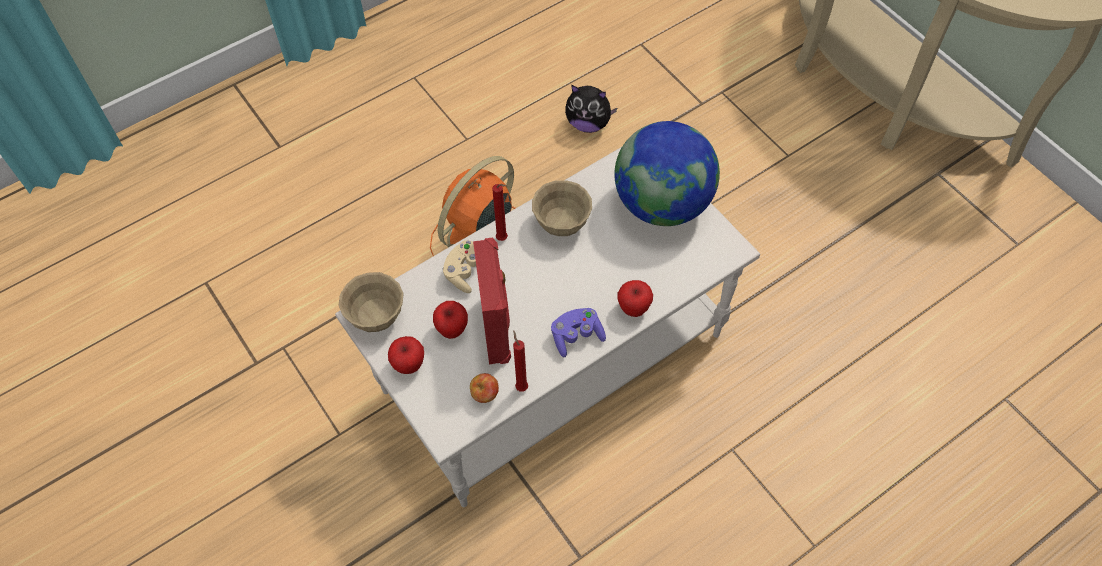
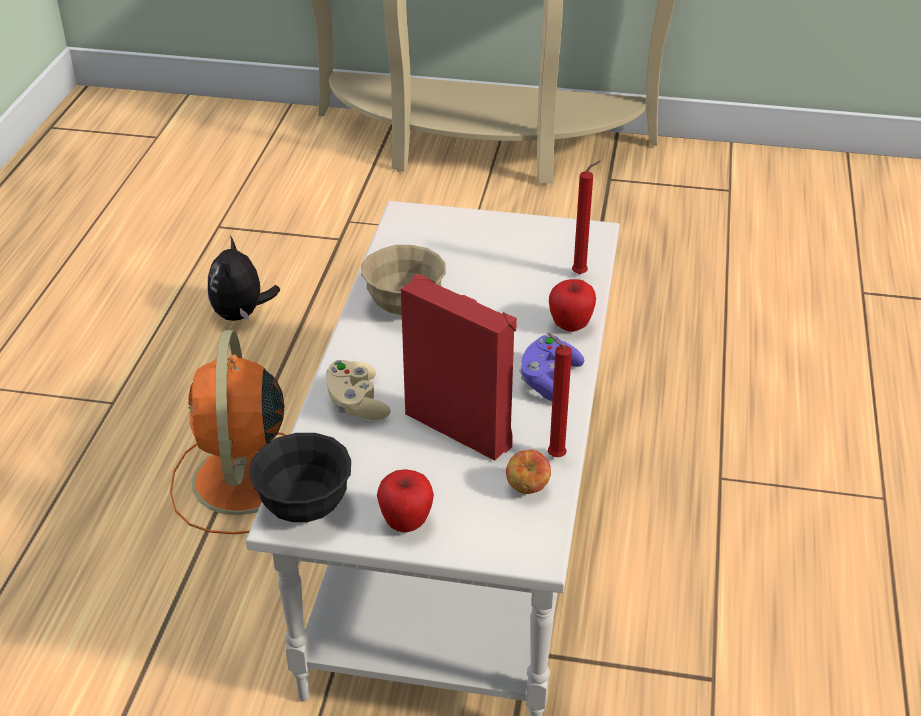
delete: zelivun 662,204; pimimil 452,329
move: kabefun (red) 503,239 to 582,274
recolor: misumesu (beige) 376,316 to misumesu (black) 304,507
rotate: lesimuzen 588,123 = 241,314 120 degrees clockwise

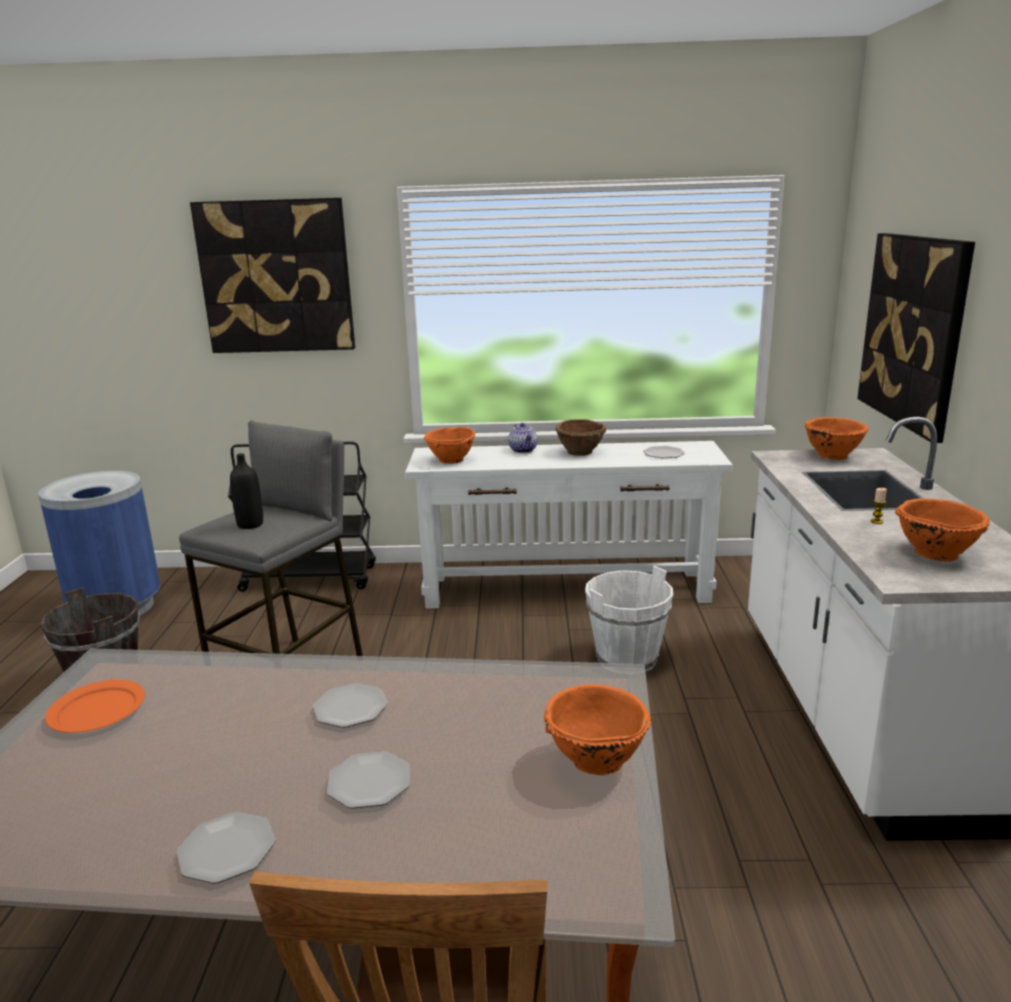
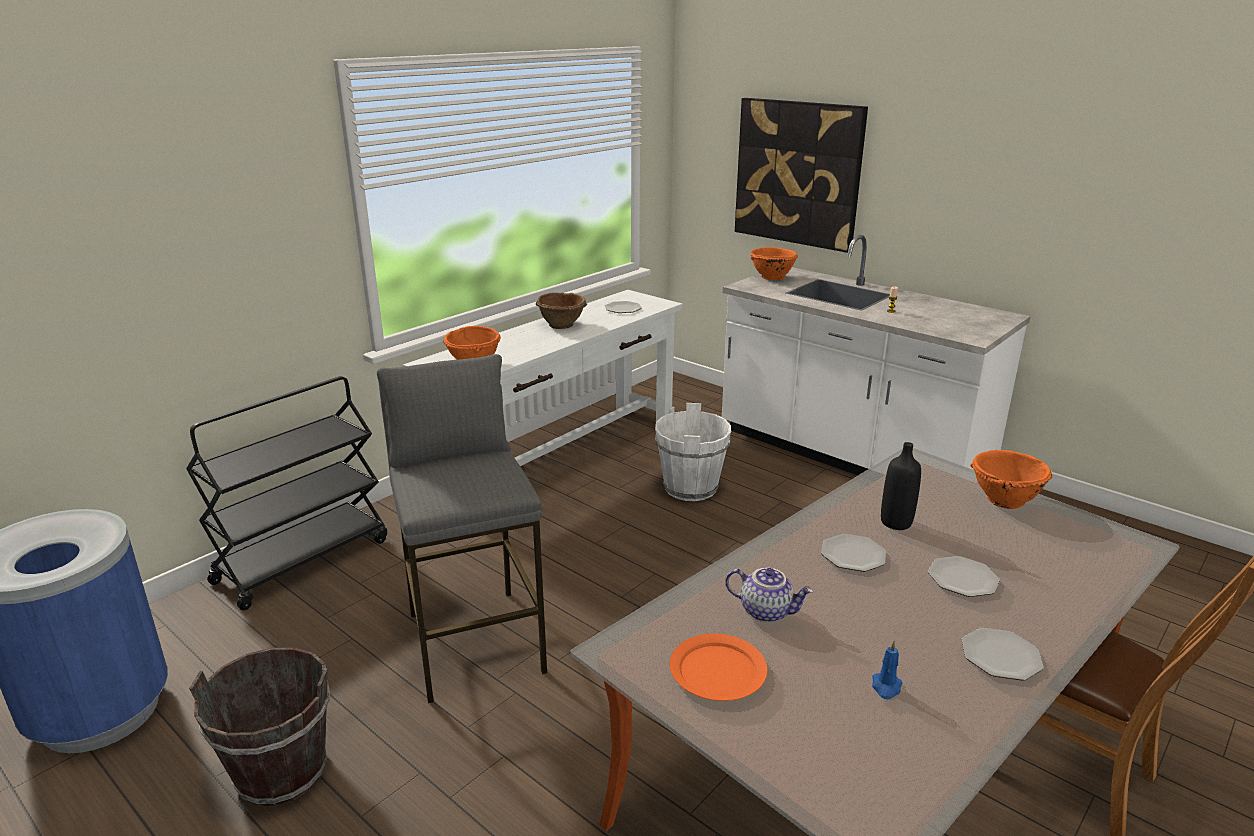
delete: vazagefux 276,277; misumesu (orange) 935,553
insert: kabefun (blue) 886,687
move: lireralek 524,450 to 767,611; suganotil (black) 250,524 to 896,522

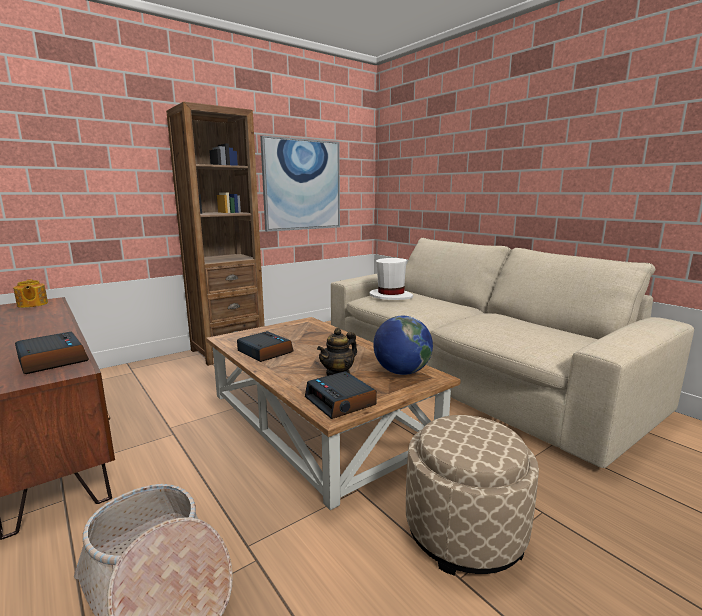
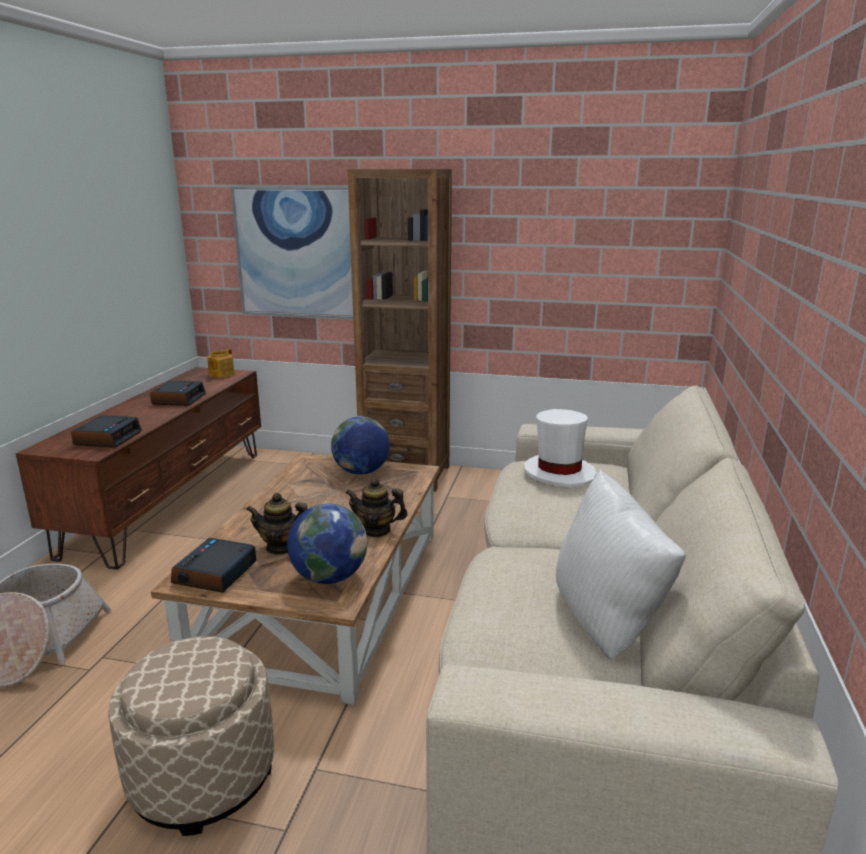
insert: zelivun 361,472; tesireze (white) 607,624; lireralek 376,530
move: vazagefux 302,185 to 296,253; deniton 264,352 to 178,399

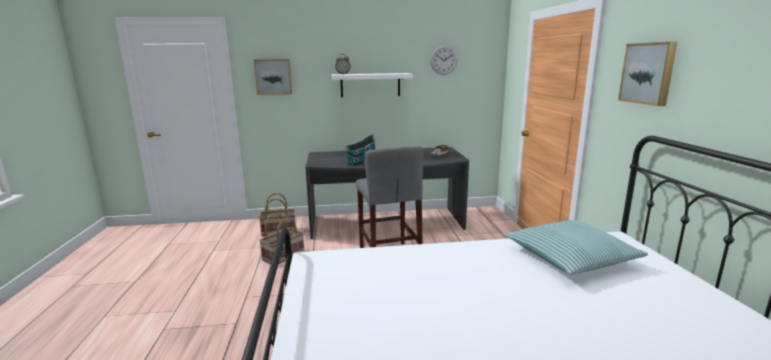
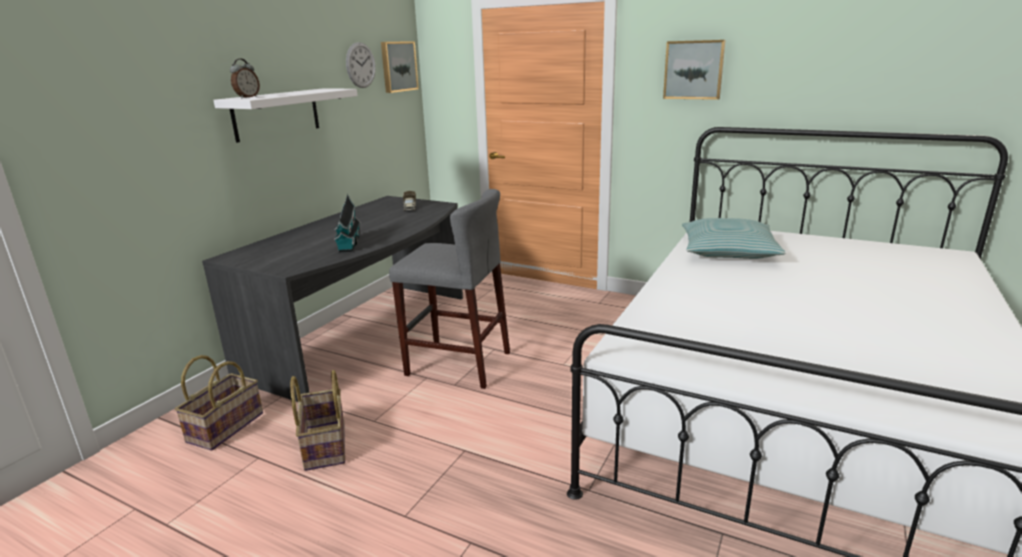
move: vazagefux 273,77 to 398,66

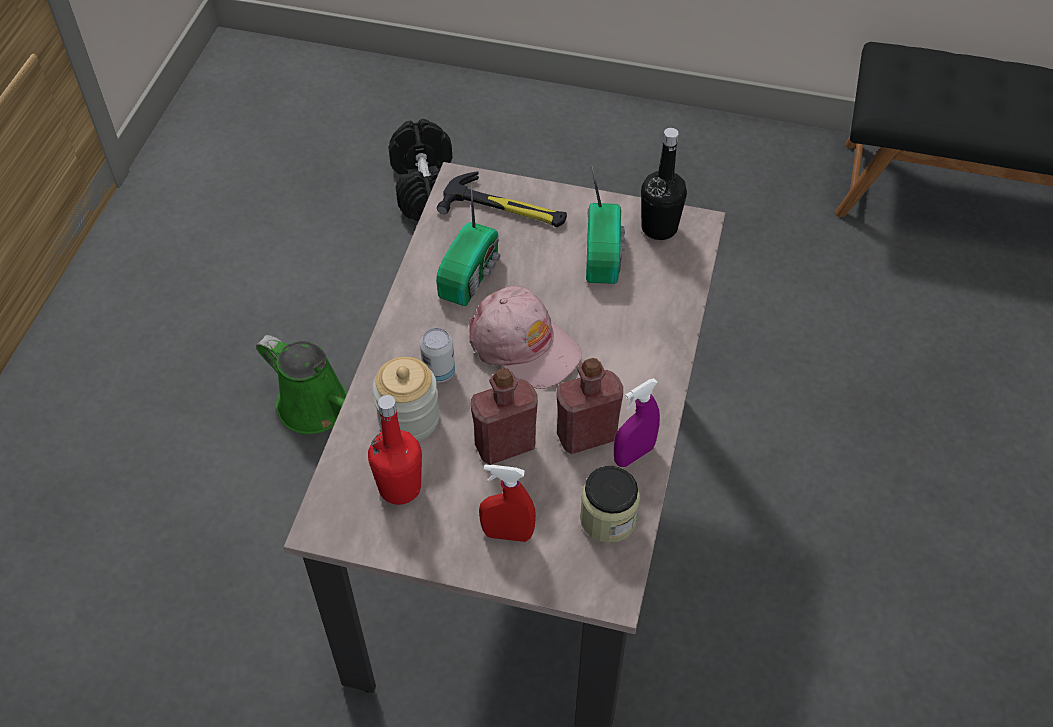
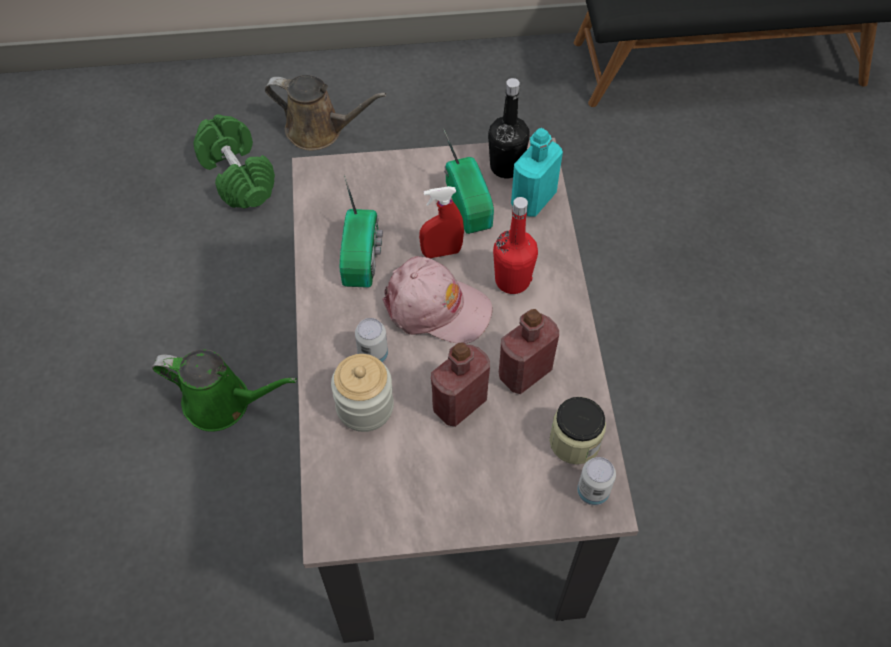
delete: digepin 505,208; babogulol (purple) 634,454
insert: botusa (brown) 319,130; suganotil (turquoise) 533,199; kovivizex 592,492
move: suganotil (red) 400,487 to 512,280; babogulol (red) 507,534 to 441,252
recolor: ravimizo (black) 426,188 to ravimizo (green) 238,175

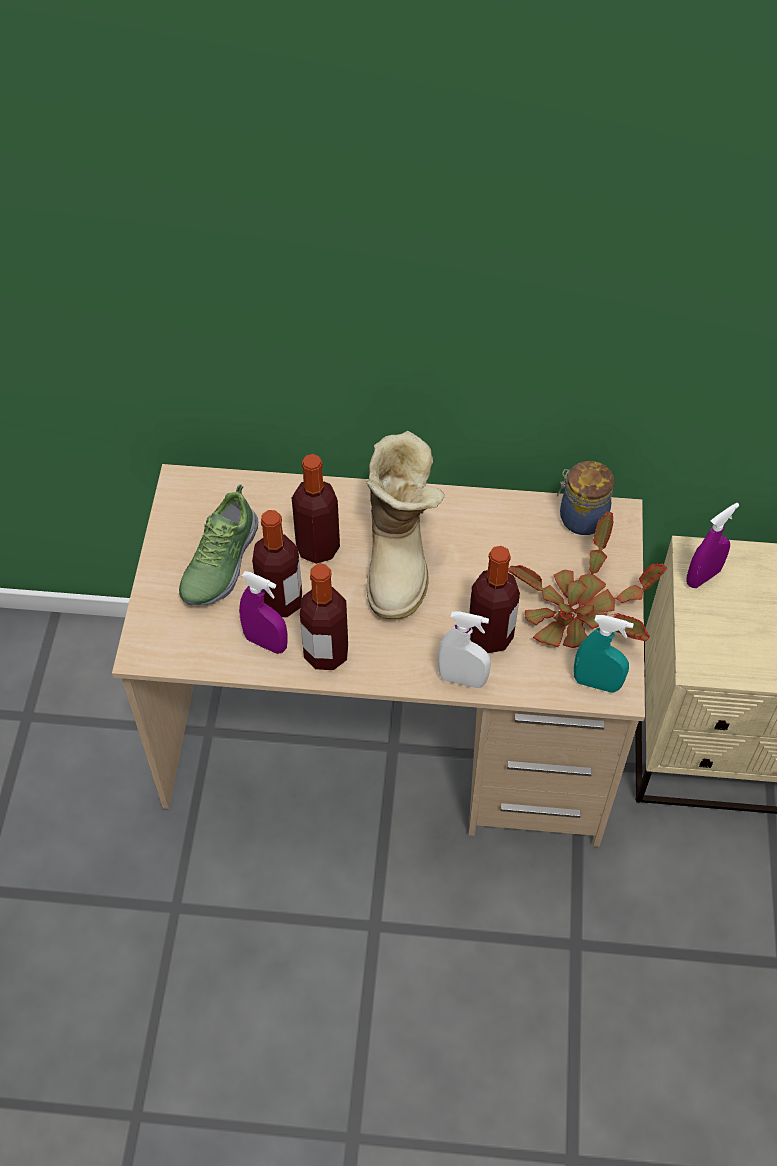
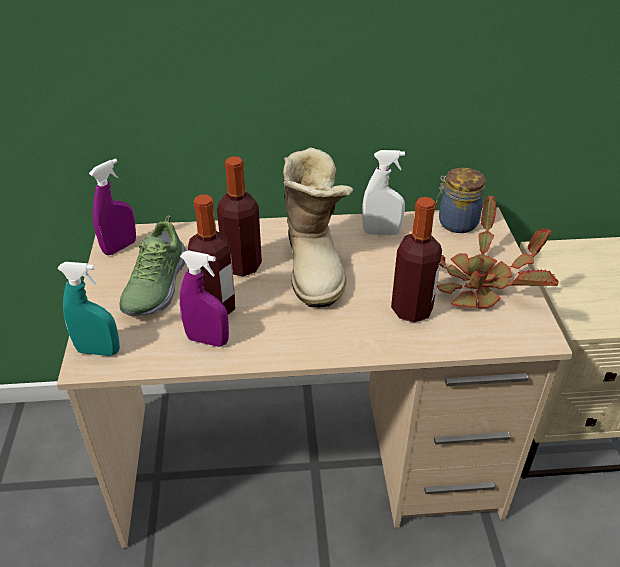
delete: suganotil 326,653
move: babogulol (purple) 703,577 to 120,247; babogulol (white) 462,679 to 381,232; babogulol (turquoise) 596,683 to 98,351

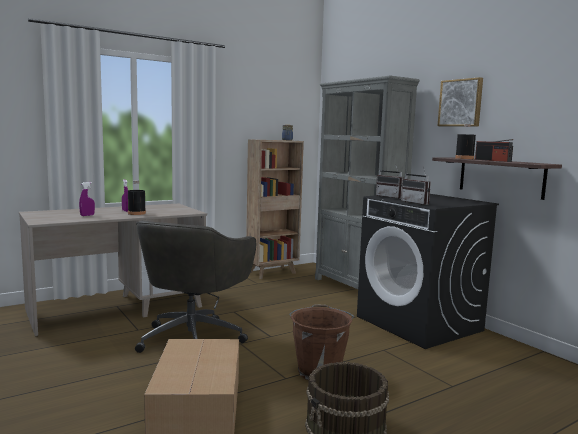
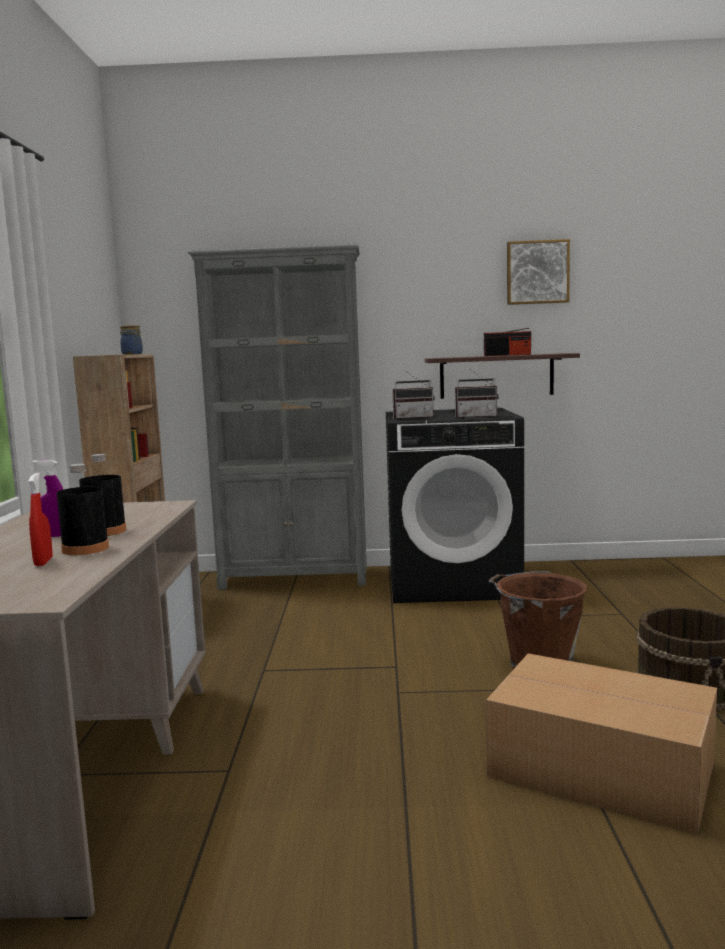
delete: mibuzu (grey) 193,338
move: vazagefux 461,103 to 537,272; suganotil (black) 464,158 to 85,549
recolor: babogulol (purple) 87,215 to babogulol (red) 43,562

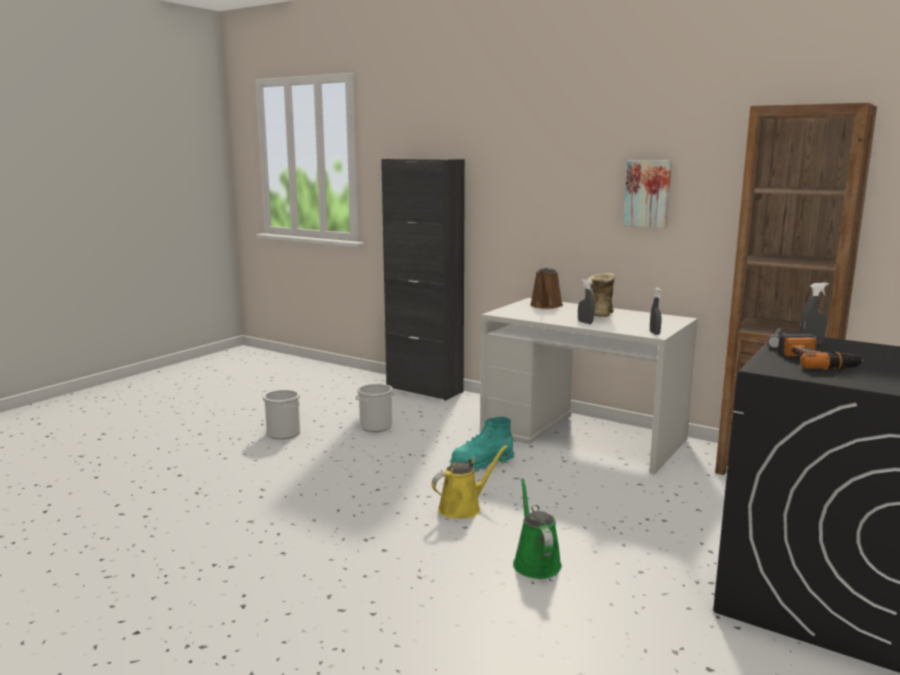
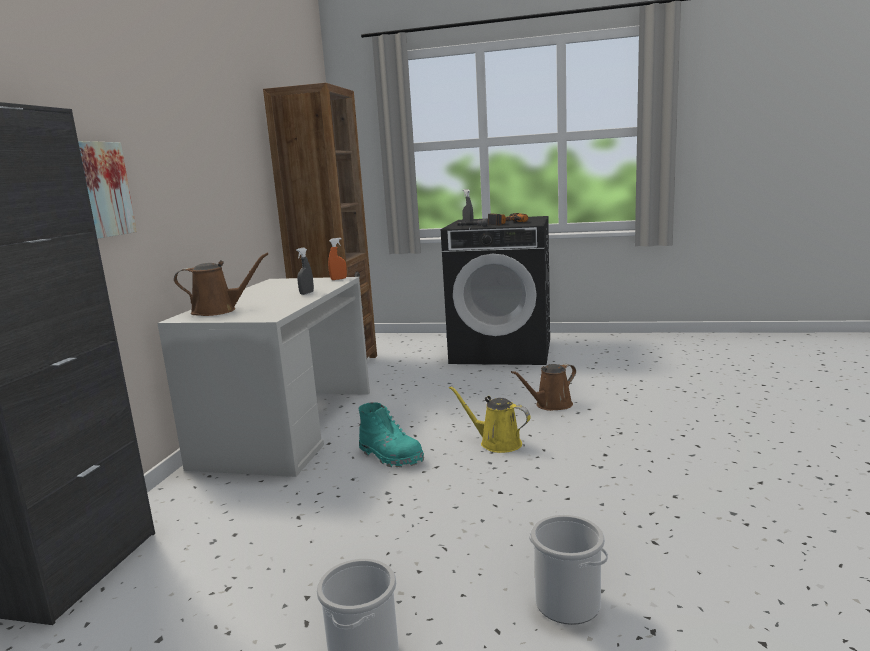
delete: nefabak 600,315
move: vazagefux 648,193 to 100,189; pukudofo 376,426 to 566,603
recolor: babogulol (grey) 654,333 to babogulol (orange) 338,279; botusa (green) 535,562 to botusa (brown) 551,405

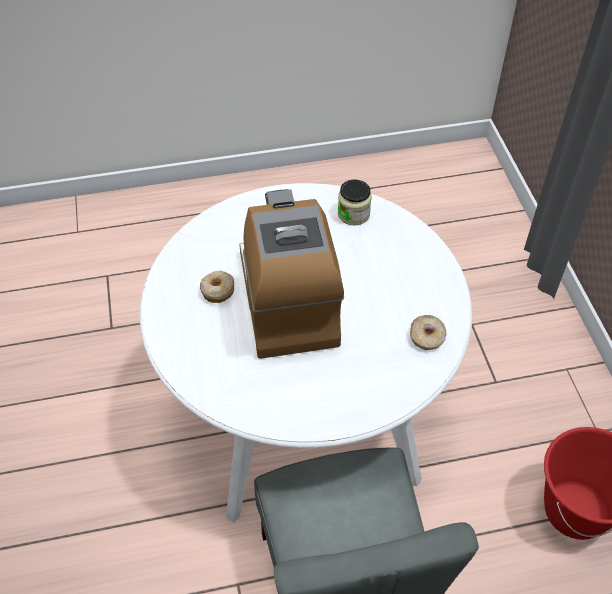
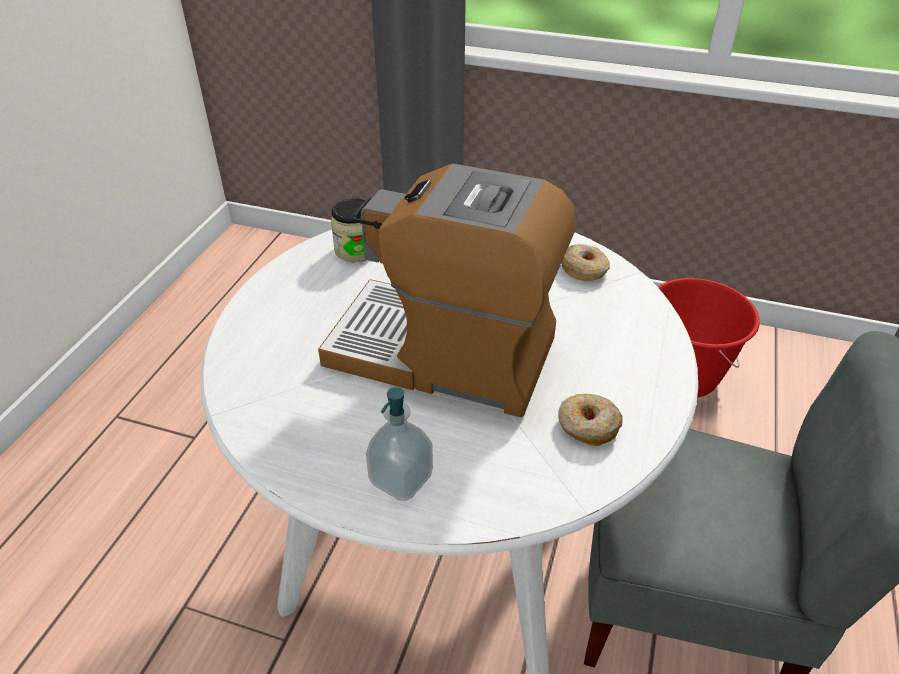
insert: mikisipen 401,479
move: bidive 217,290 to 587,426

